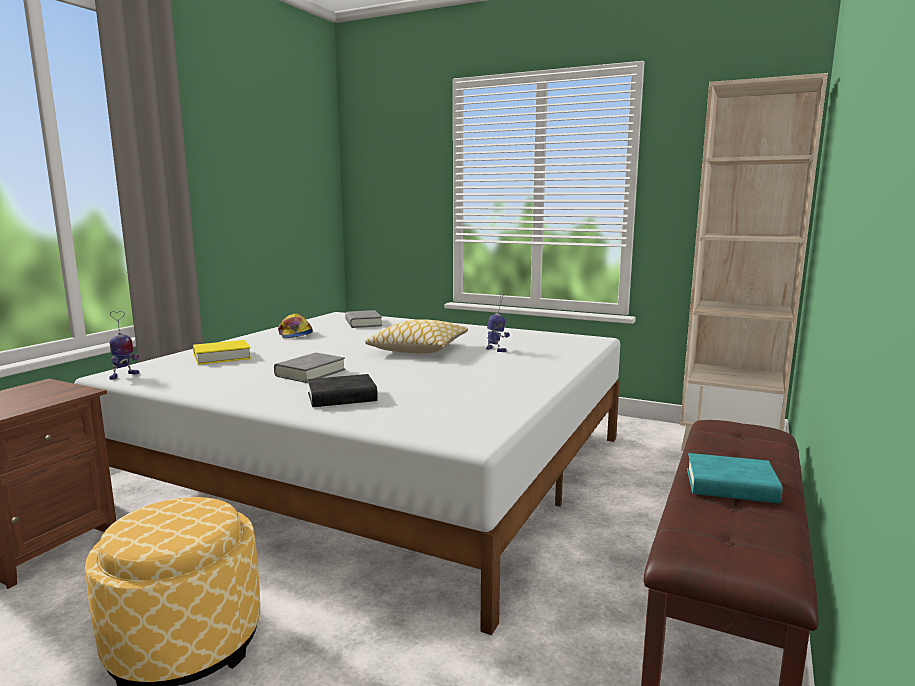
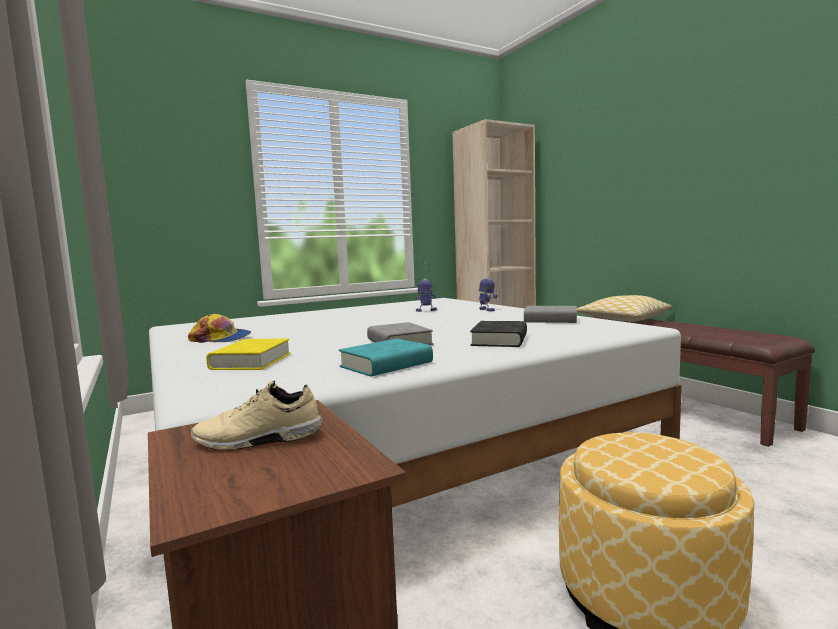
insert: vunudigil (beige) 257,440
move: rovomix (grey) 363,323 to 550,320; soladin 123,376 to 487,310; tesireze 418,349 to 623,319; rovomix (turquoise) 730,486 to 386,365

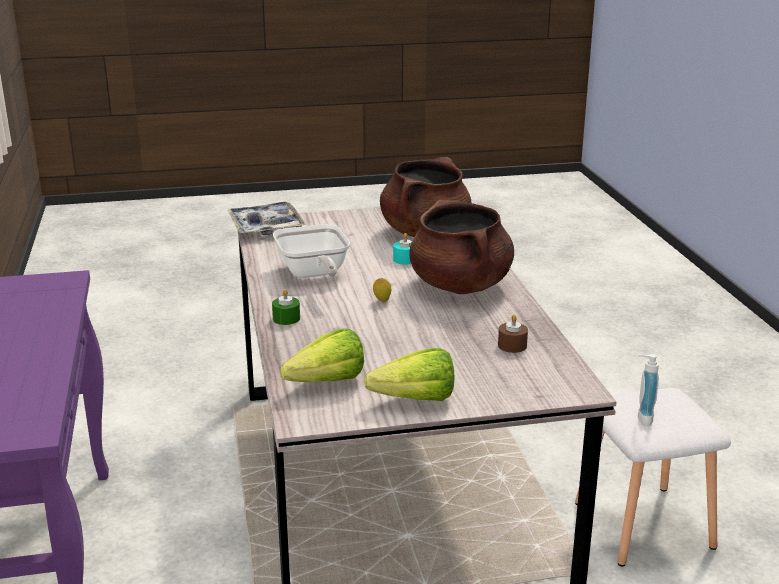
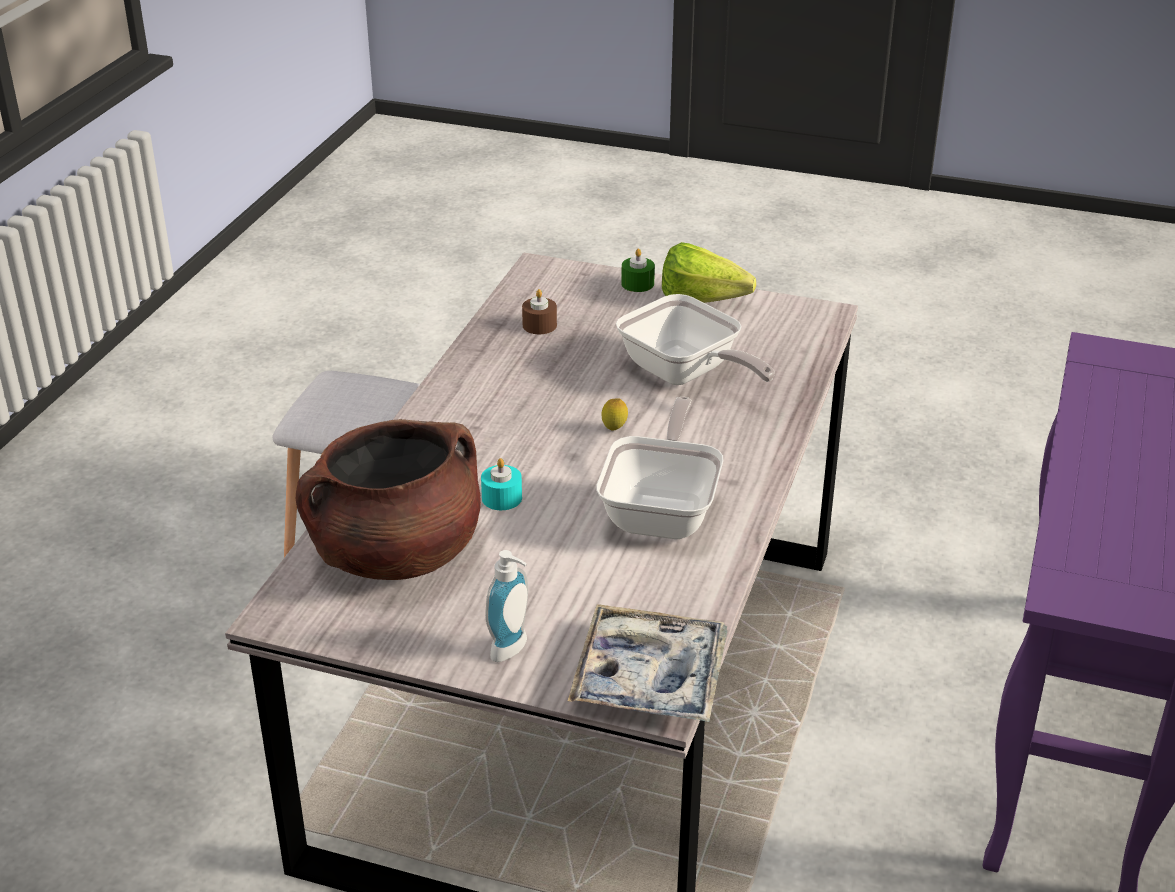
delete: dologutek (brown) 461,286; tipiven 320,383
insert: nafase 685,374
move: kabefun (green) 286,318 to 637,284; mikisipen 641,418 to 513,650

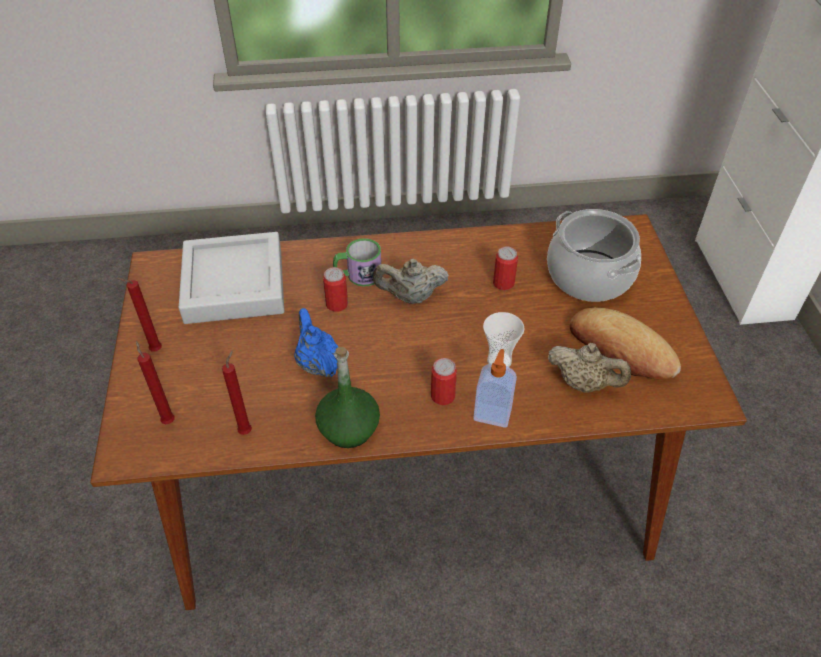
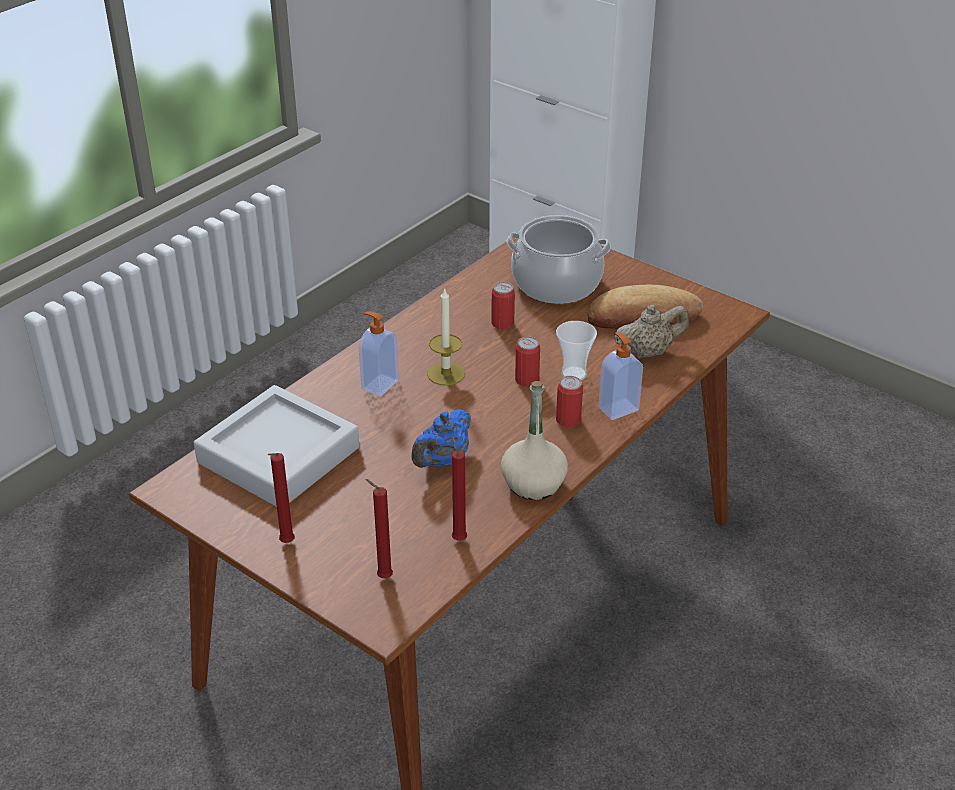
move: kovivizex 337,304 to 527,380
replace: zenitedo 358,275 to mikisipen 379,385; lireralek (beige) 411,297 to kabefun 446,374
recolor: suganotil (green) 349,428 to suganotil (beige) 533,484
rotate: lireralek (blue) 317,363 = 443,461 75 degrees counterclockwise

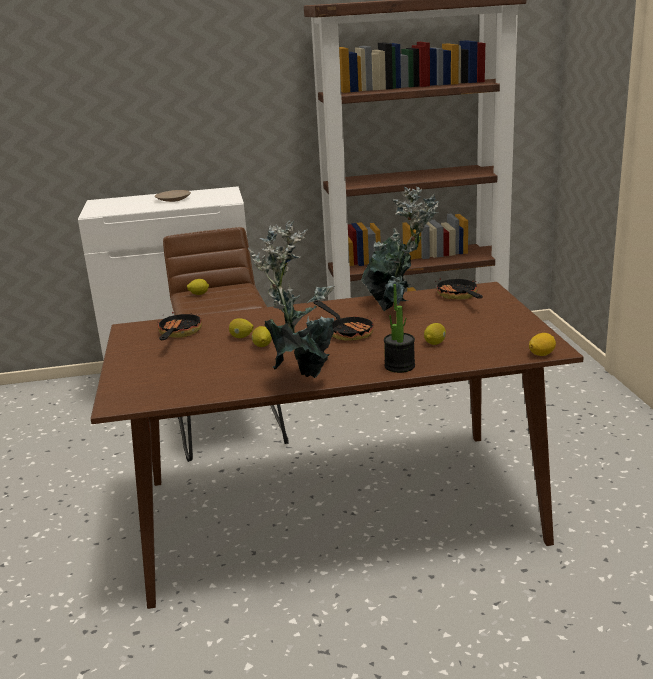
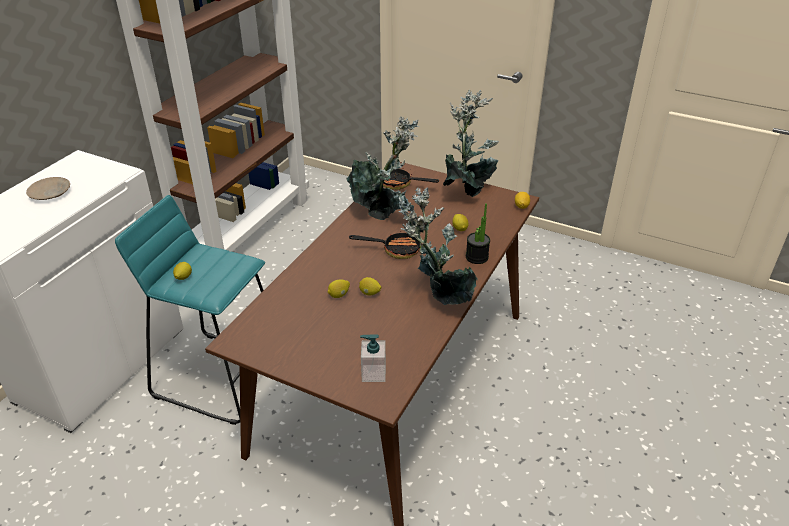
delete: nafase 178,334
insert: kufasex 467,190; mikisipen 373,373
recolor: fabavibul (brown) 232,428 to fabavibul (turquoise) 220,376

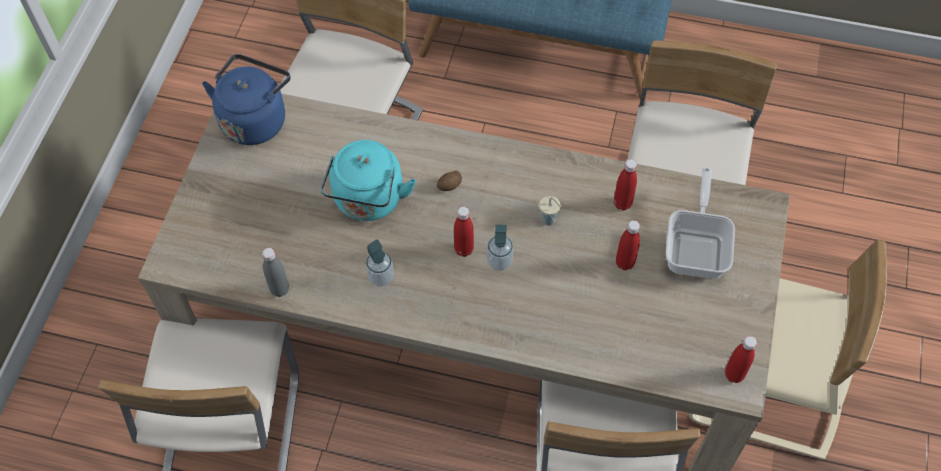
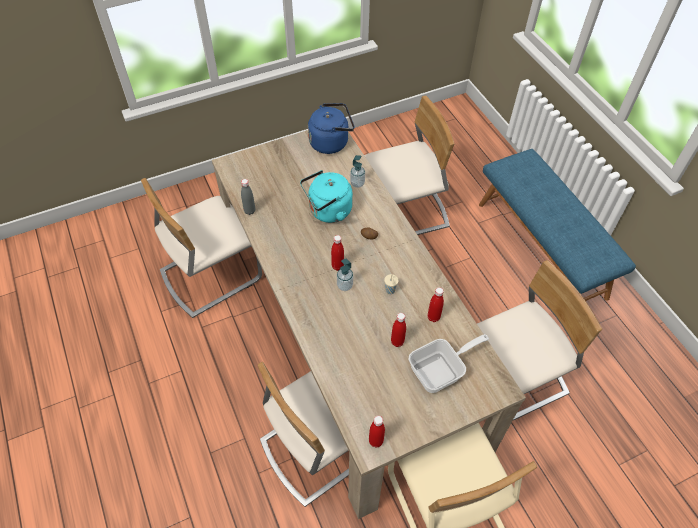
move: mikisipen 381,277 to 357,183

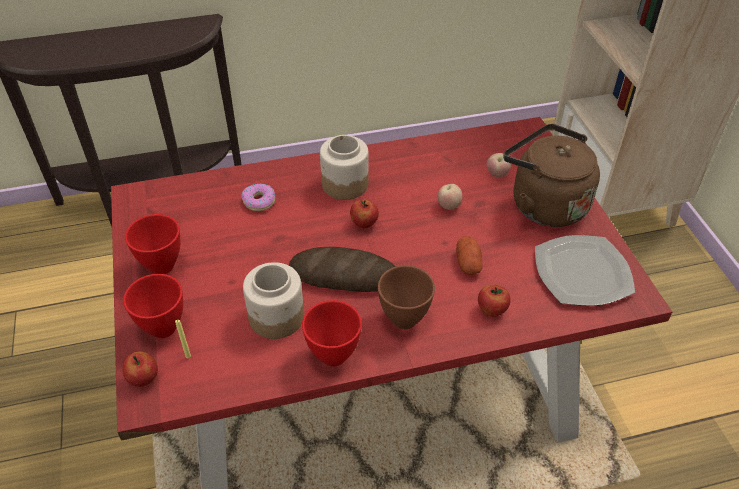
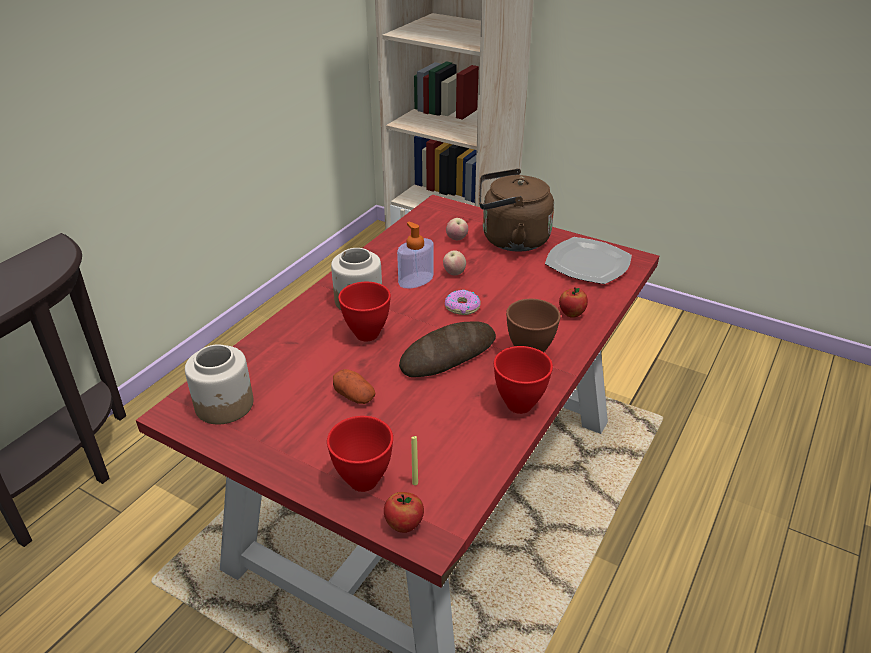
delete: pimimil 364,223
insert: mikisipen 416,280
move: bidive 259,201 to 462,307; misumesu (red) 163,265 to 366,333; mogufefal 468,263 to 354,396; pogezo 276,317 to 225,405

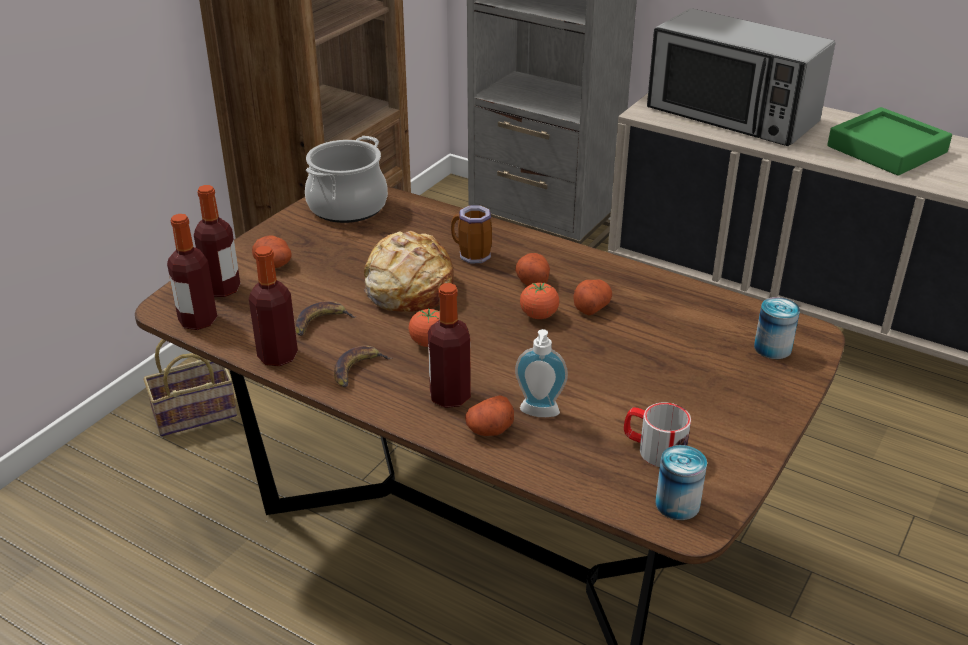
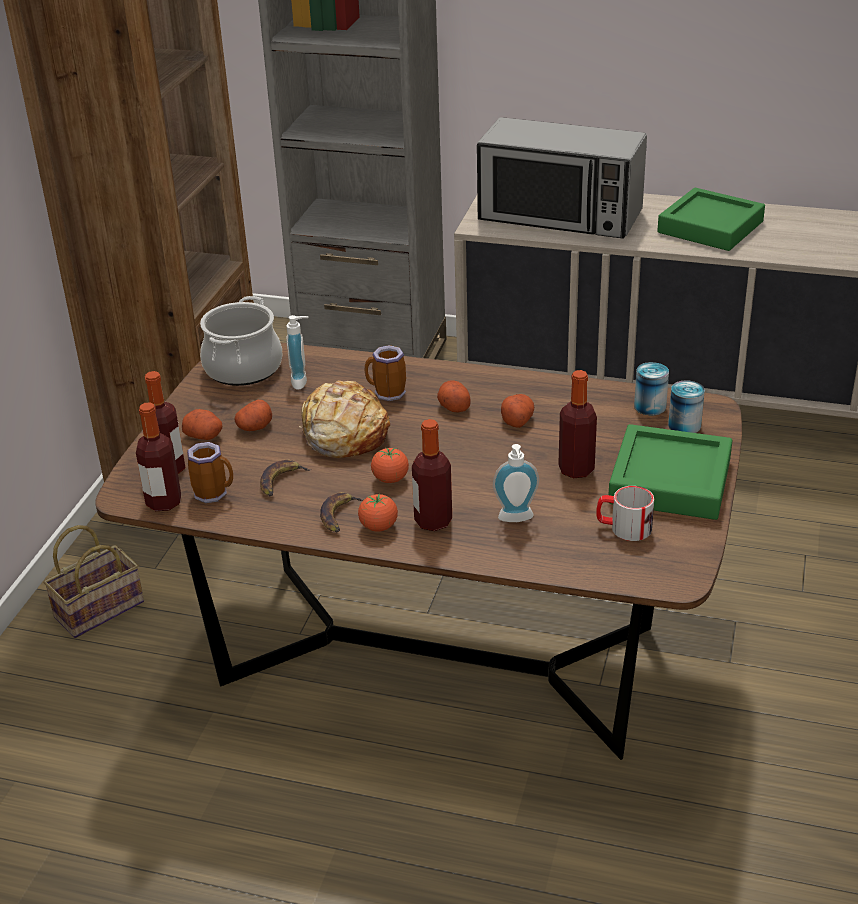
insert: mikisipen 302,381; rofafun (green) 670,481; zenitedo 214,493
move: suganotil 278,356 to 576,469; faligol 539,315 to 378,527; mogufefal 490,429 to 255,427; kovivizex 677,504 to 650,406

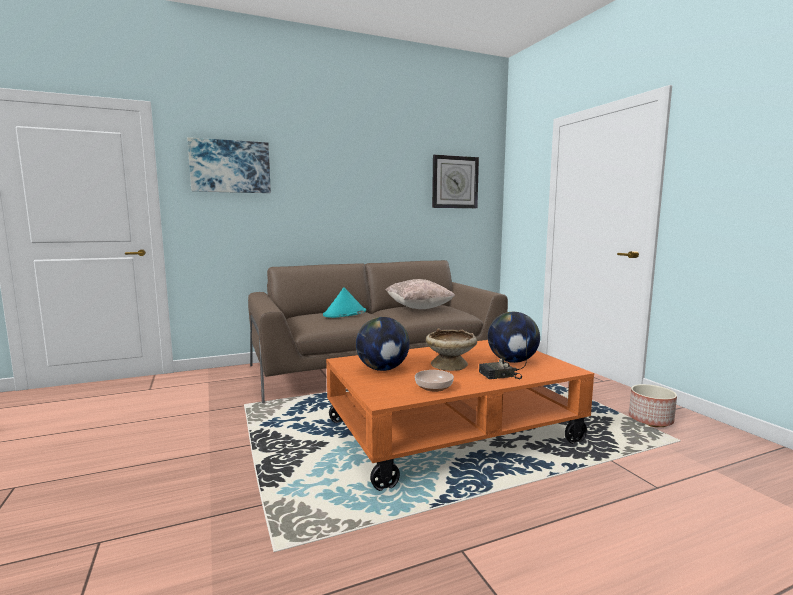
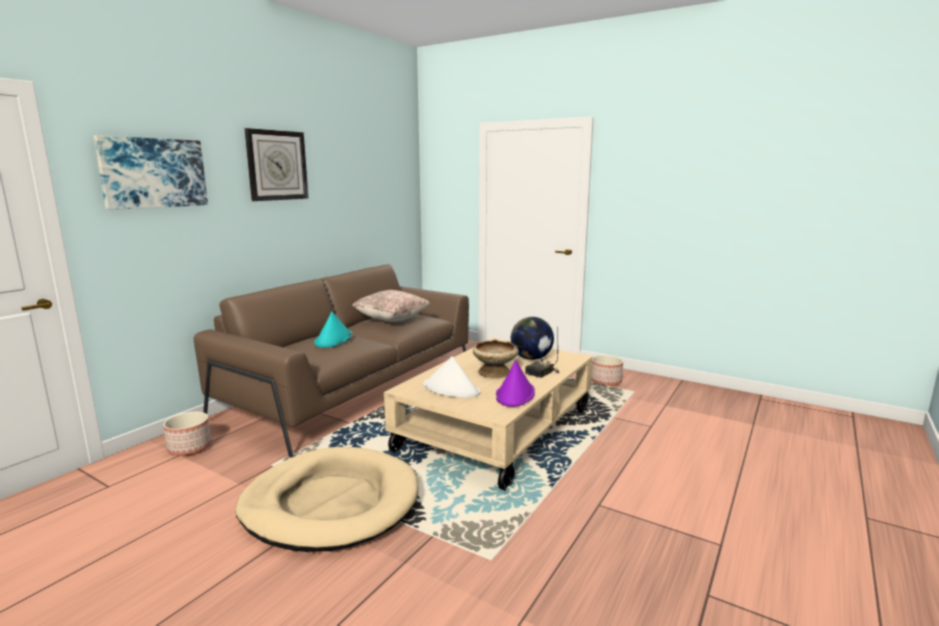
insert: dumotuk 189,448; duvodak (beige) 331,503
move: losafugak 454,182 to 277,165
replace: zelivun 382,369 to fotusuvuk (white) 451,389; misumesu 434,387 to fotusuvuk (purple) 515,394
recolor: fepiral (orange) 451,431 to fepiral (beige) 496,429

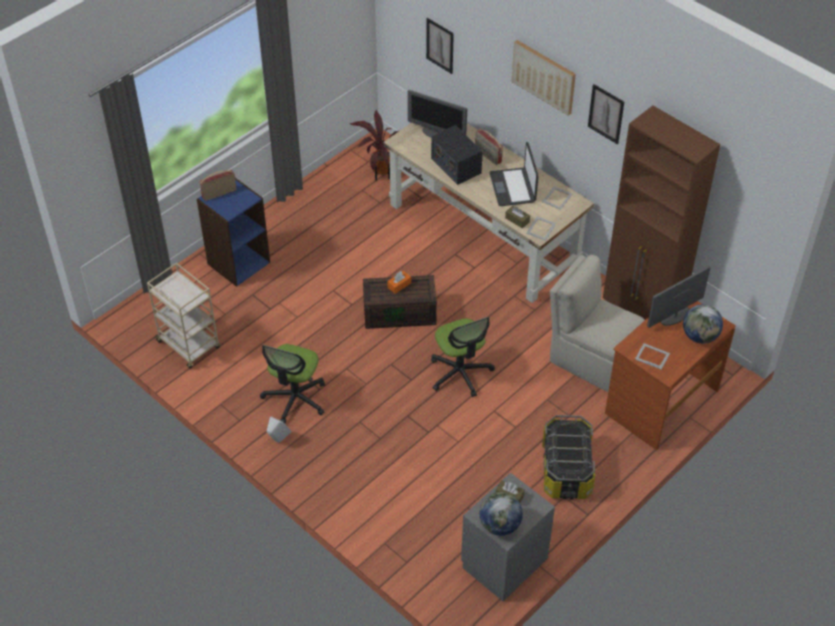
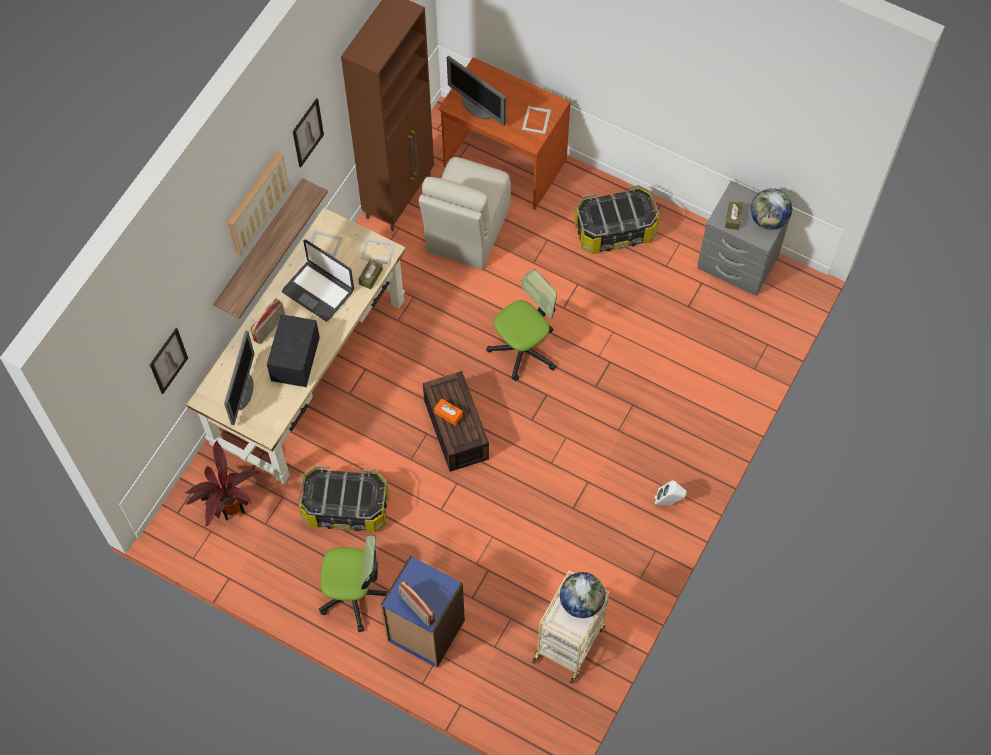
insert: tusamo 260,248; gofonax 346,508
move: zelivun 700,336 to 581,602; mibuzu 295,399 to 355,593
rotate: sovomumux 455,165 = 295,358 150 degrees clockwise; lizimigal 513,187 = 318,291 60 degrees clockwise

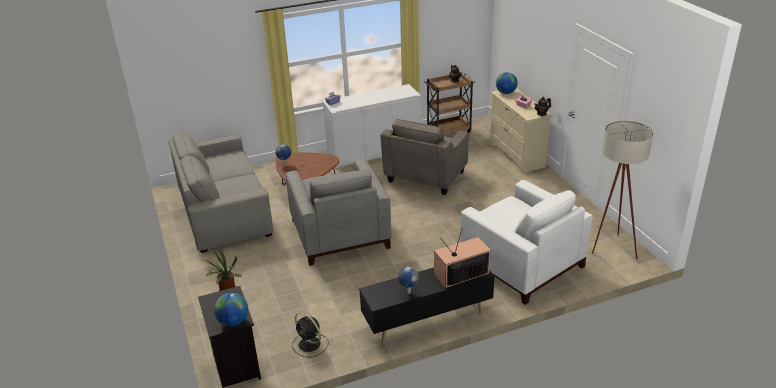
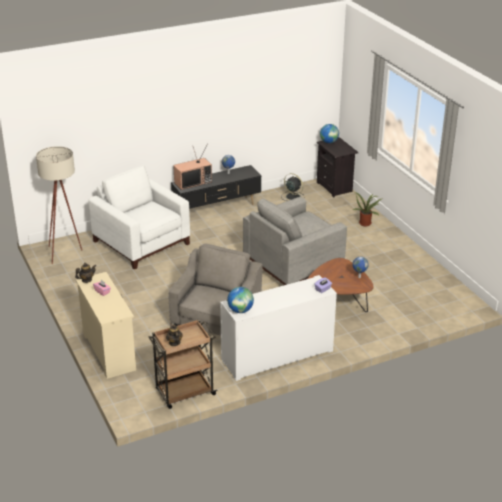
delete: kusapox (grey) 223,210
move: zelivun 506,93 to 240,310
rotate: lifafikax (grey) 338,233 = 293,264 105 degrees counterclockwise

